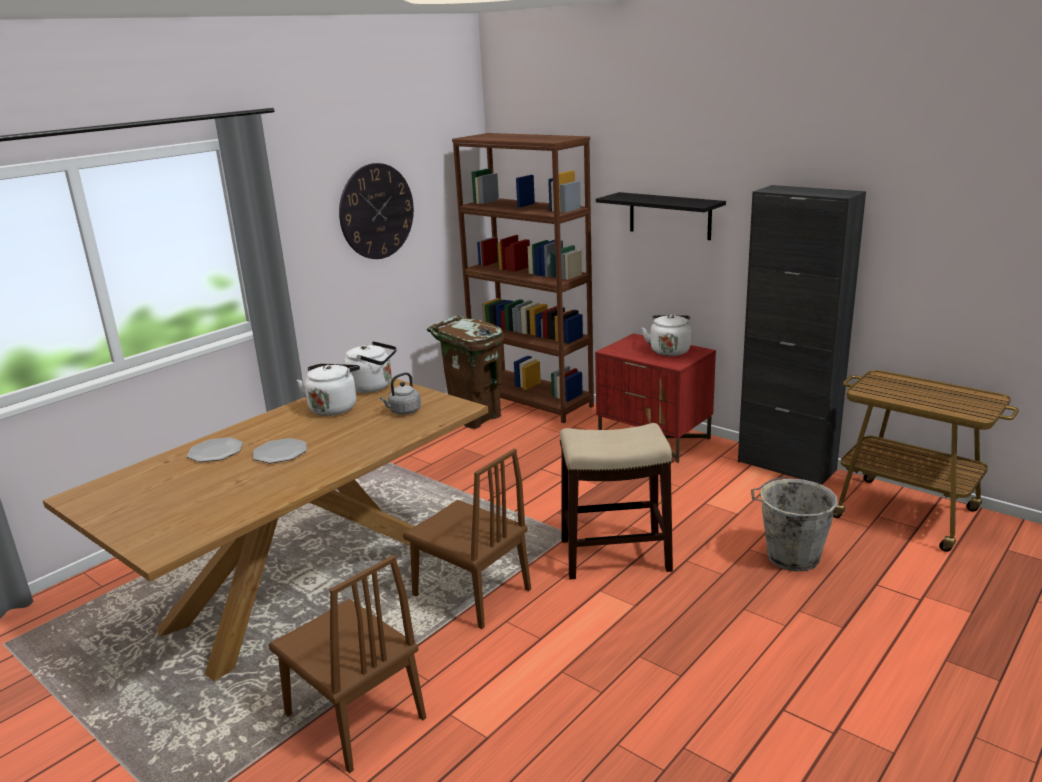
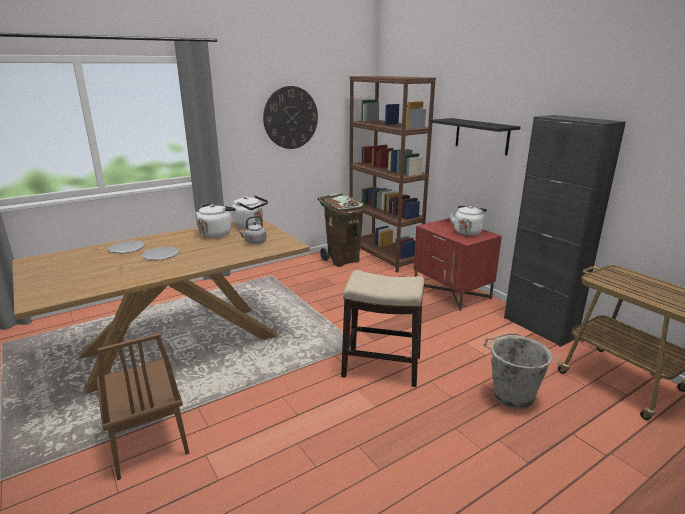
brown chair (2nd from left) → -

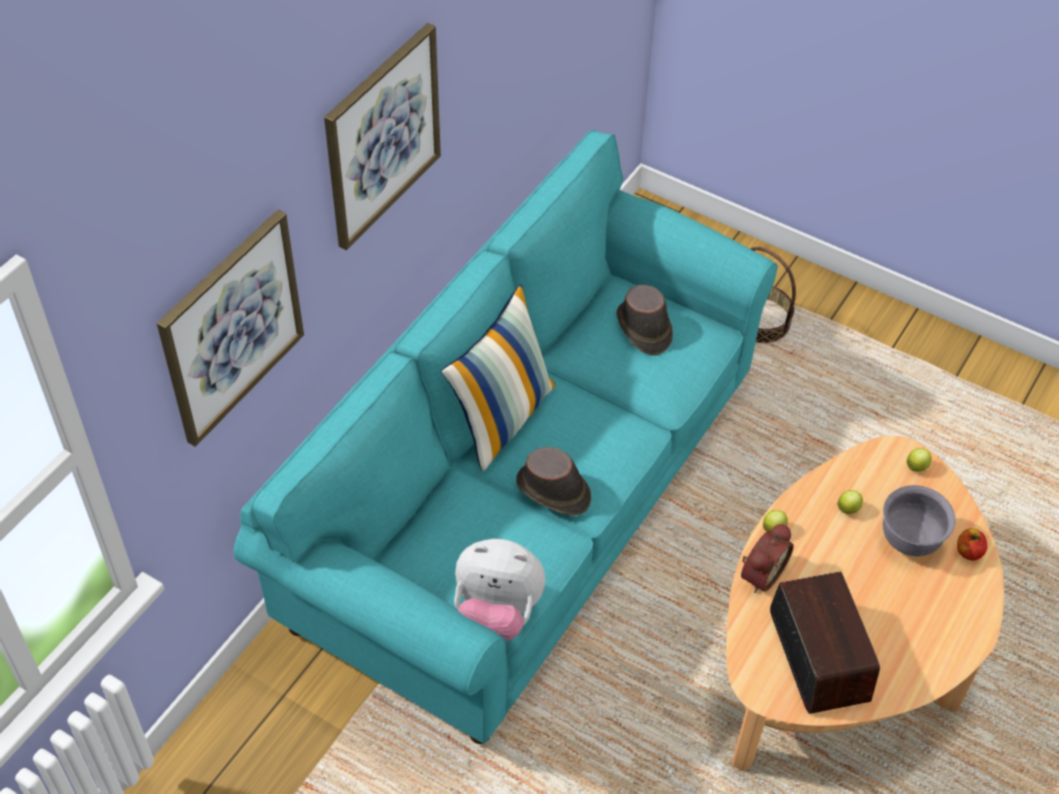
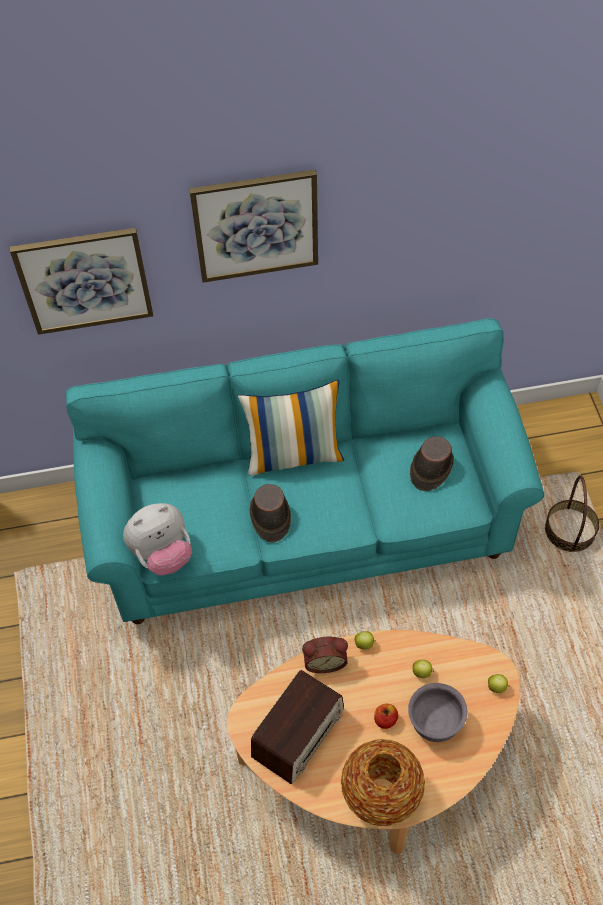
apple (4th from left in the first image) → apple (2nd from left), moved
plush toy, 90 degrees counterclockwise
- → vase

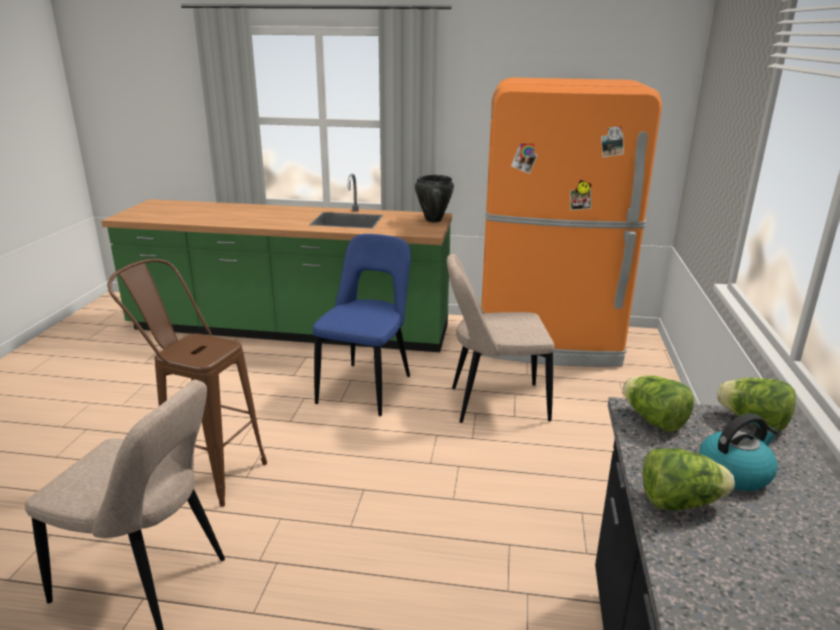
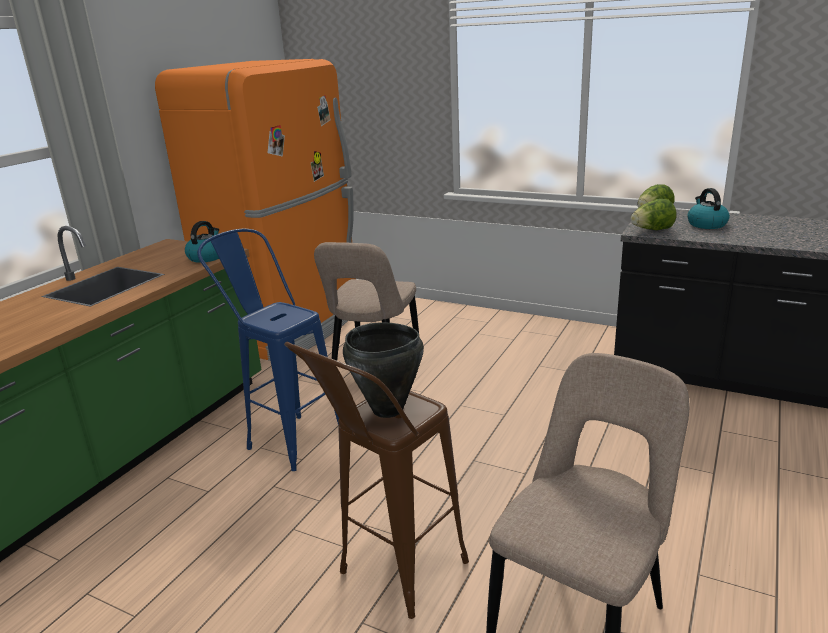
black cooking pot, moved
blue chair → blue stool
lettuce (2nd from left) → -
- → kettle (1st from left)

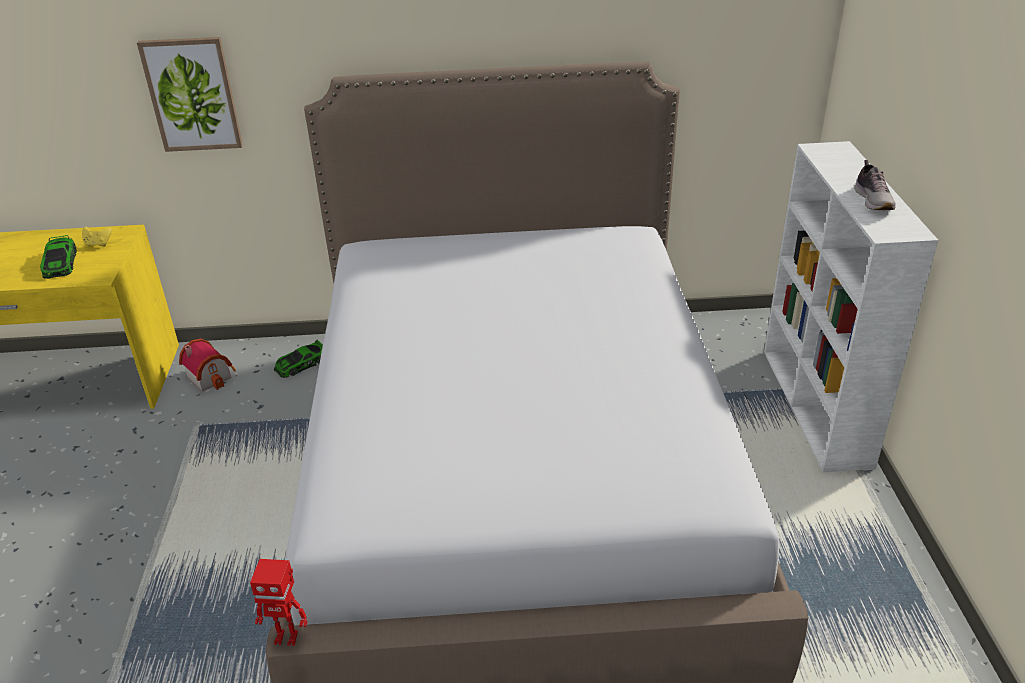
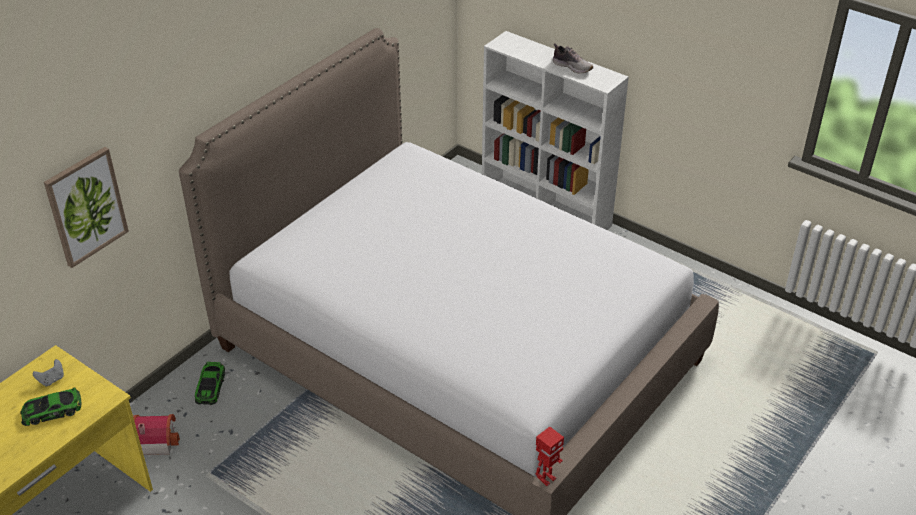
yellow game controller → grey game controller
toy car (1st from left), 135 degrees clockwise

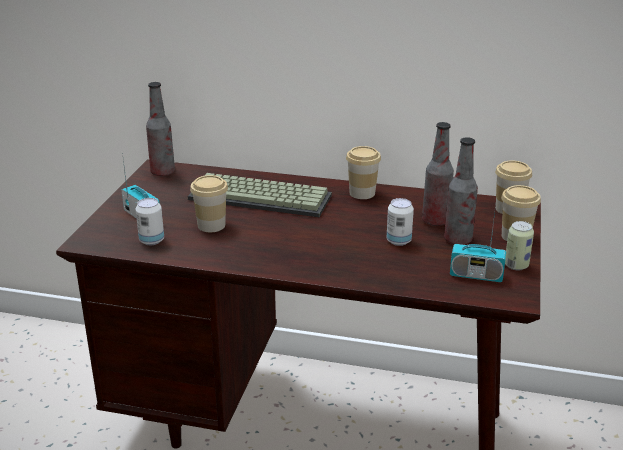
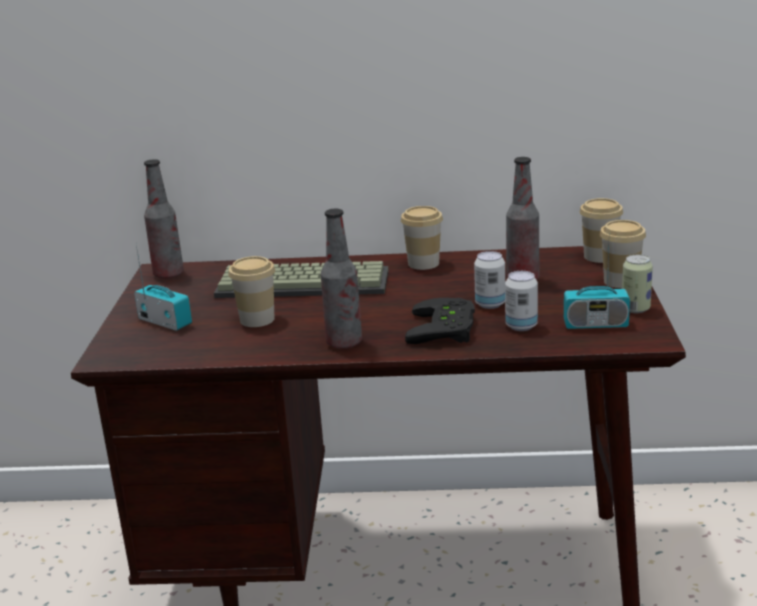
bottle (3rd from left in the first image) → bottle (2nd from left), moved
can (1st from left in the first image) → can (2nd from left), moved
- → black game controller

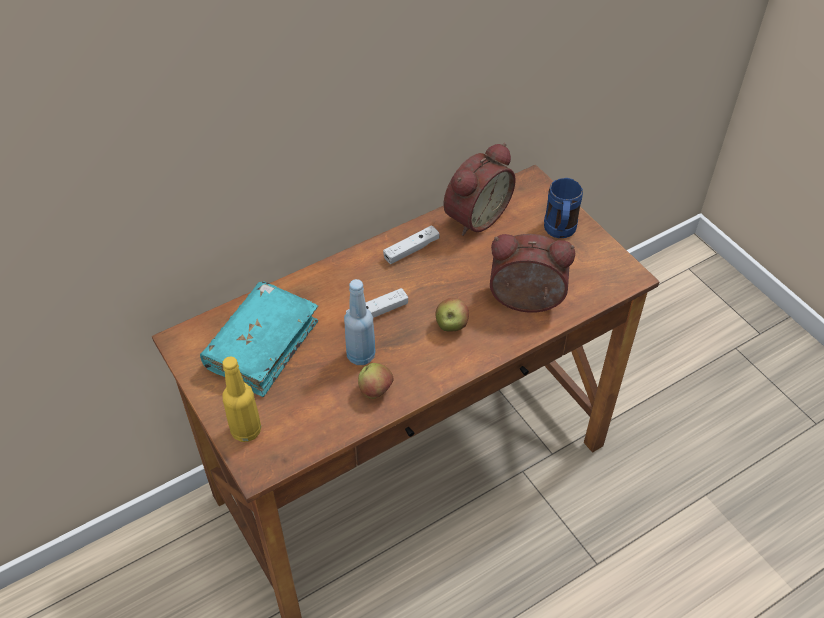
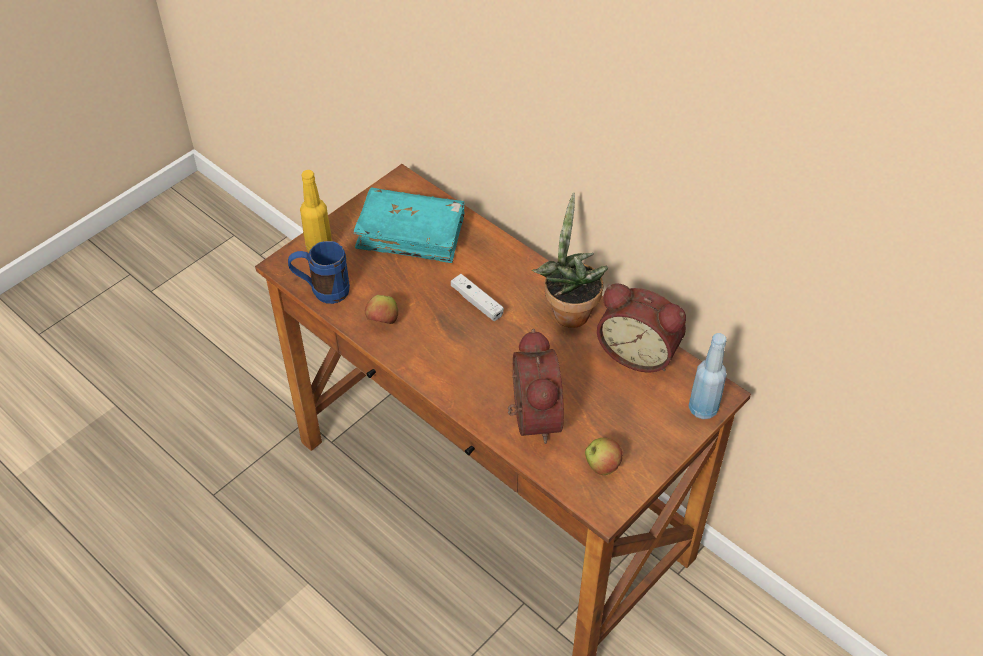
blue mug, moved
white game controller (2nd from left) → potted plant
blue bottle, moved
apple (2nd from left), moved

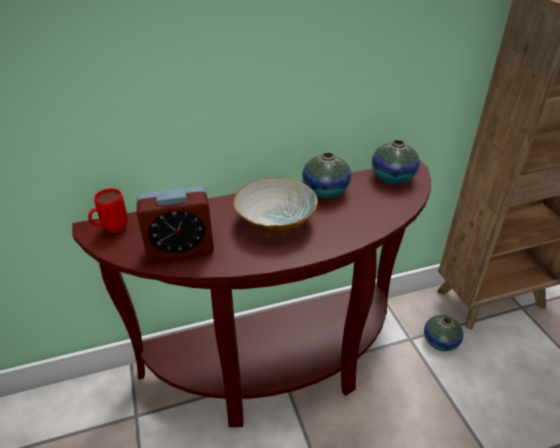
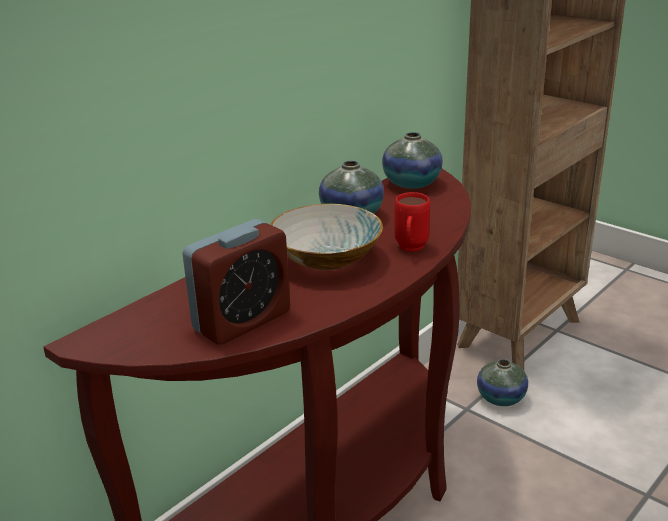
red mug, moved

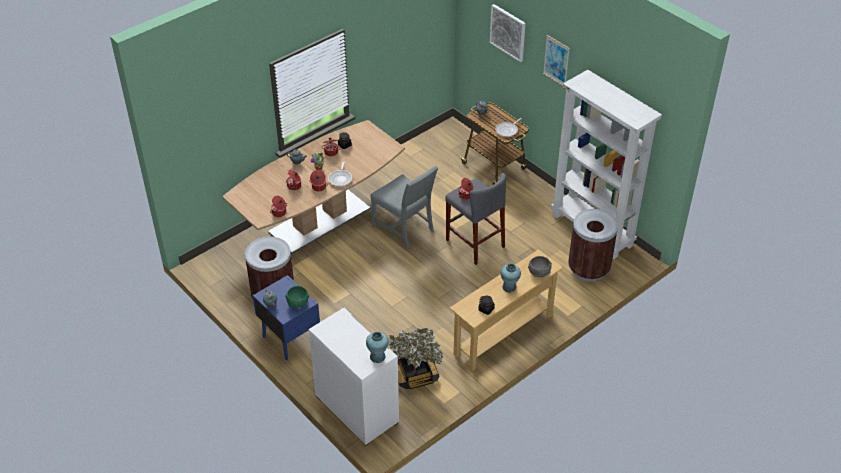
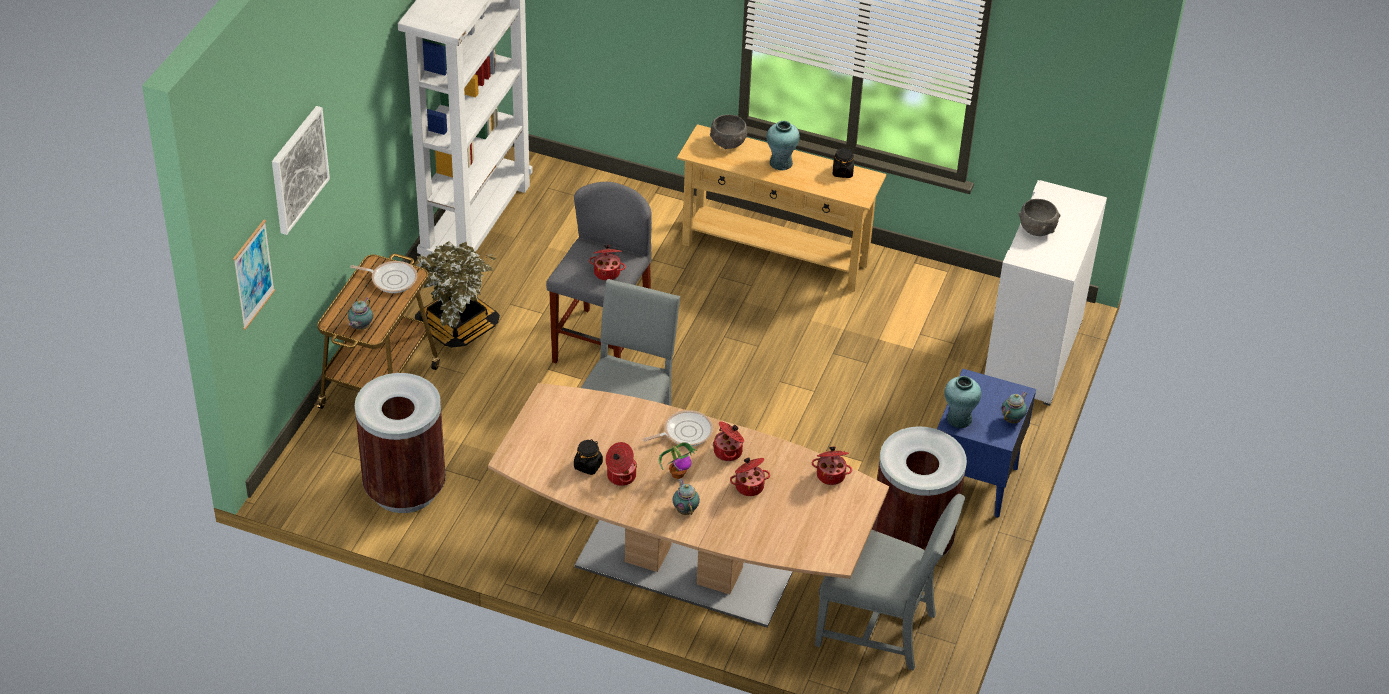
picture (2nd from left in the first image) → picture (1st from left), moved
brown trash can (2nd from left in the first image) → brown trash can (1st from left), moved
green bowl → -
potted plant (2nd from left in the first image) → potted plant (1st from left), moved
turquoise vase (1st from left in the first image) → turquoise vase (2nd from left), moved
- → grey bowl (2nd from left)
- → grey chair (2nd from left)

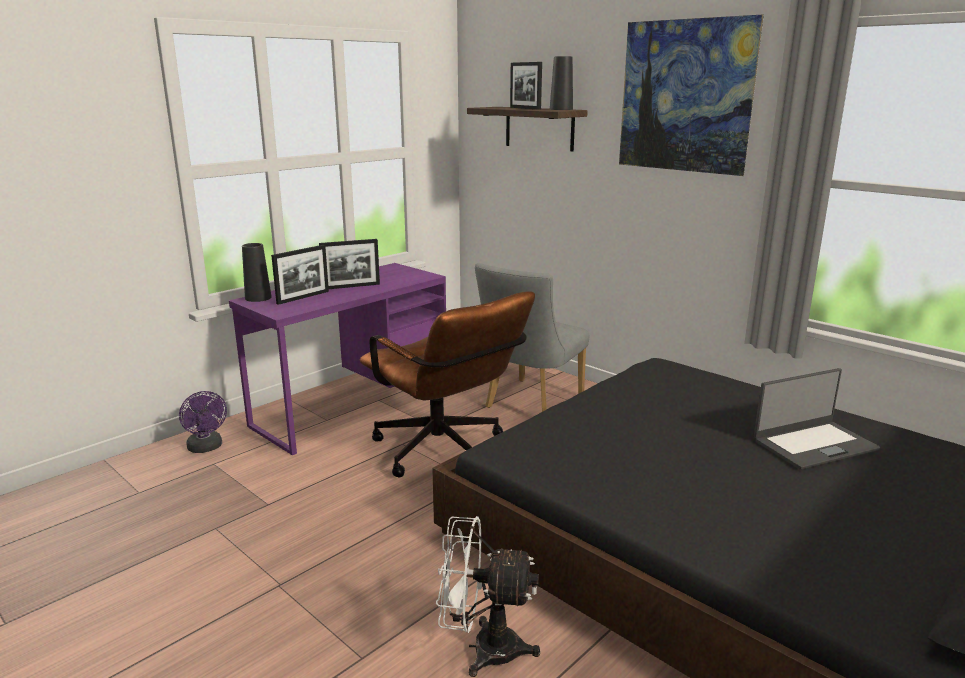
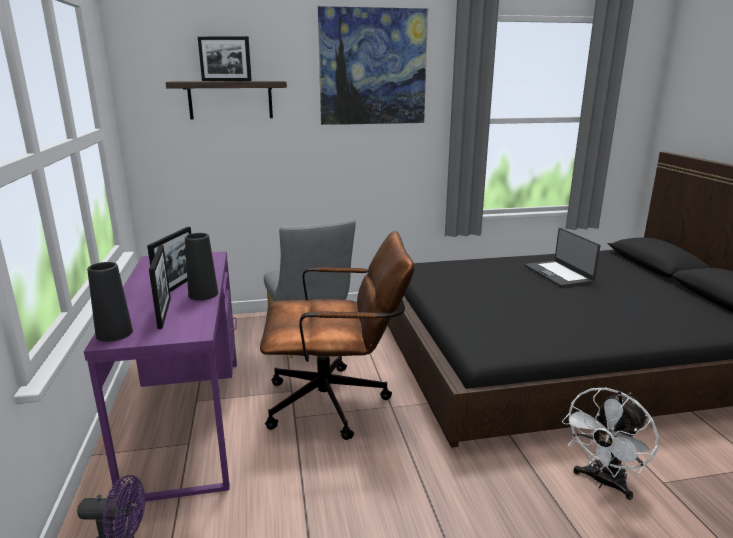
black vase (2nd from left), moved
laptop, 150 degrees clockwise

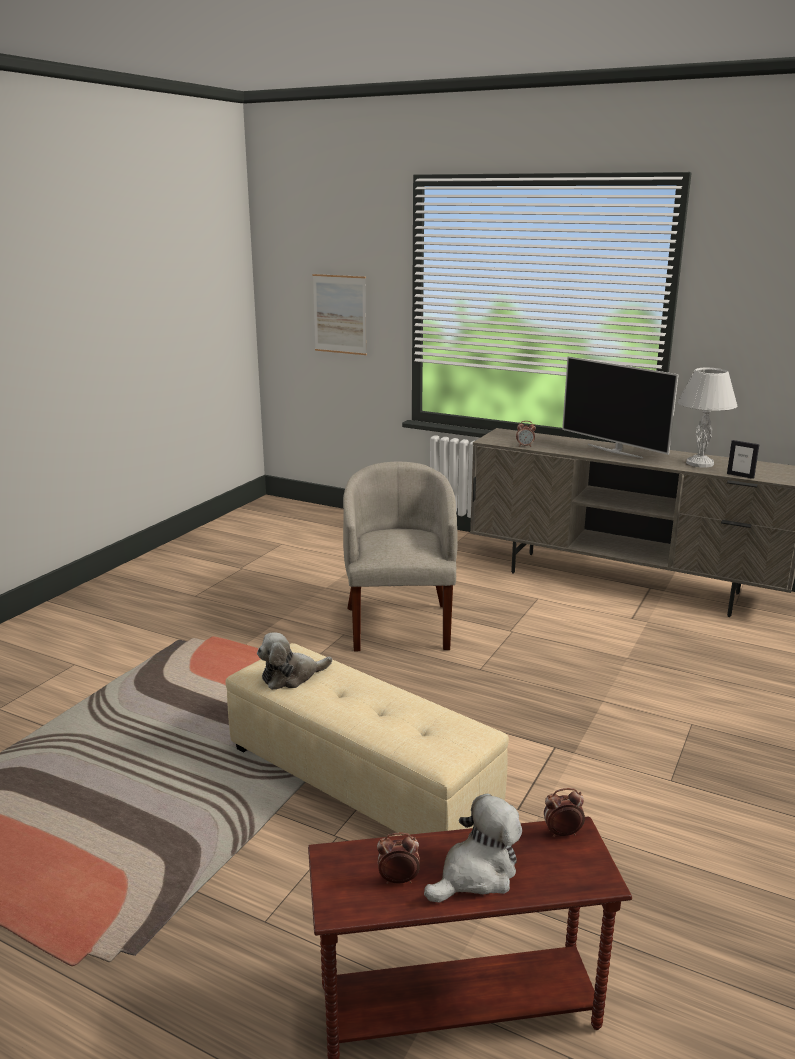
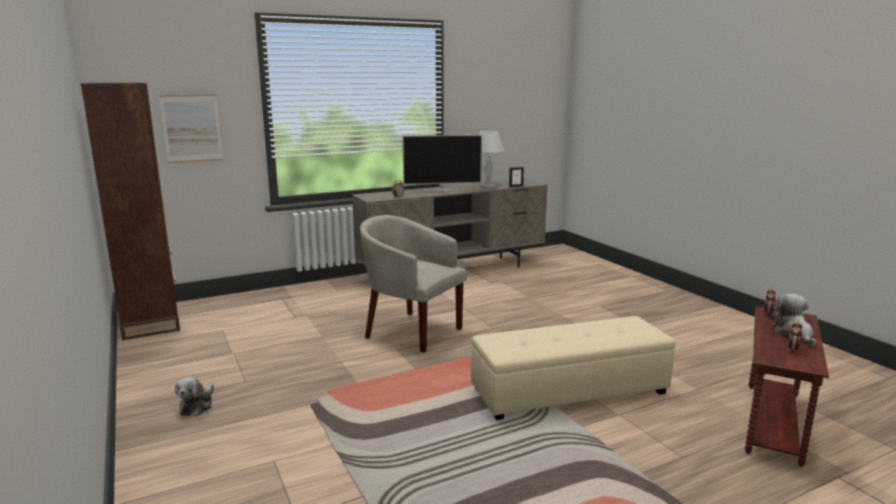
plush toy (1st from left), moved
- → brown bookcase

